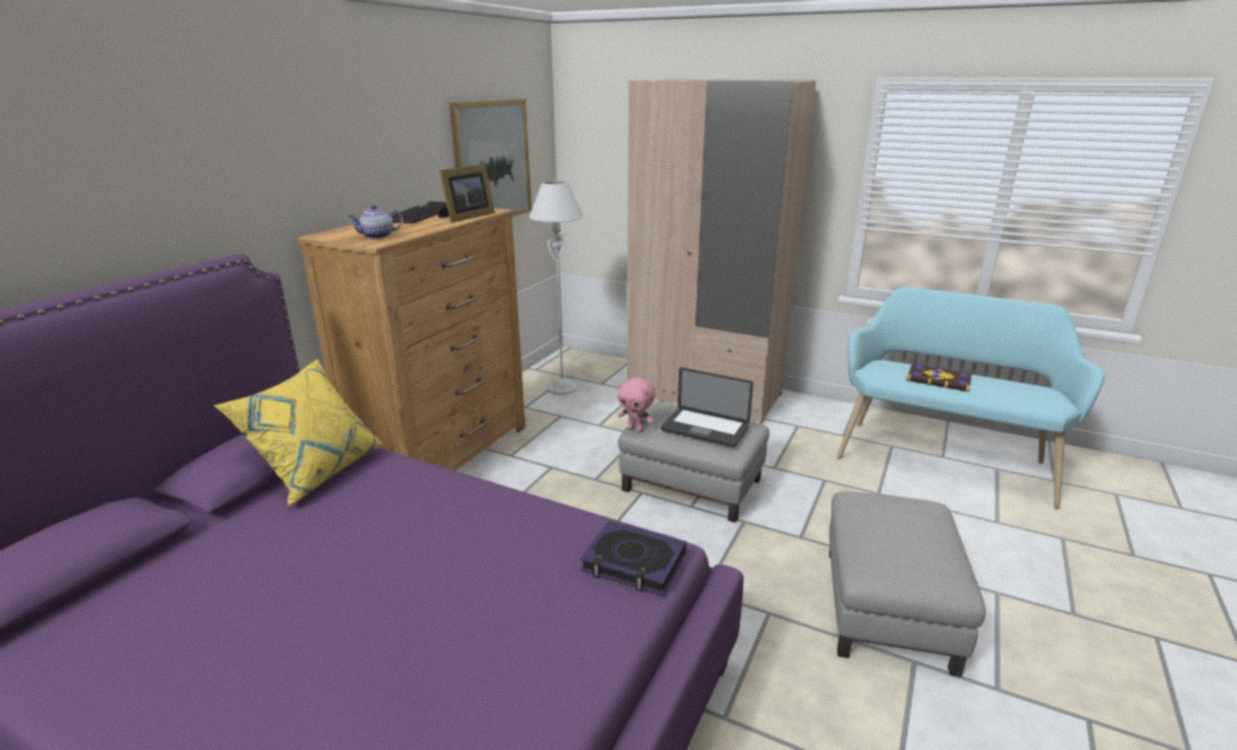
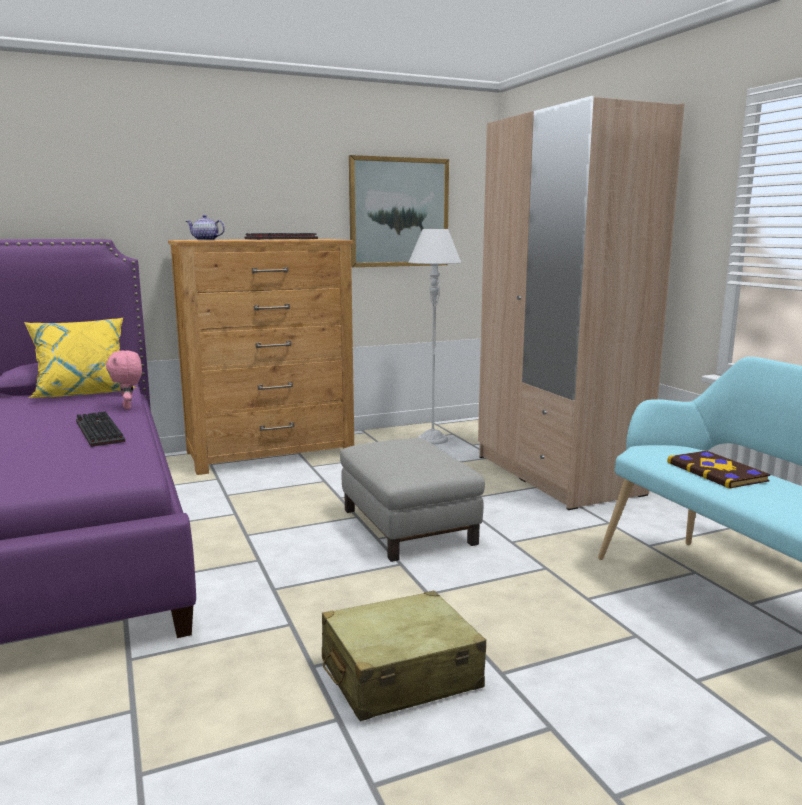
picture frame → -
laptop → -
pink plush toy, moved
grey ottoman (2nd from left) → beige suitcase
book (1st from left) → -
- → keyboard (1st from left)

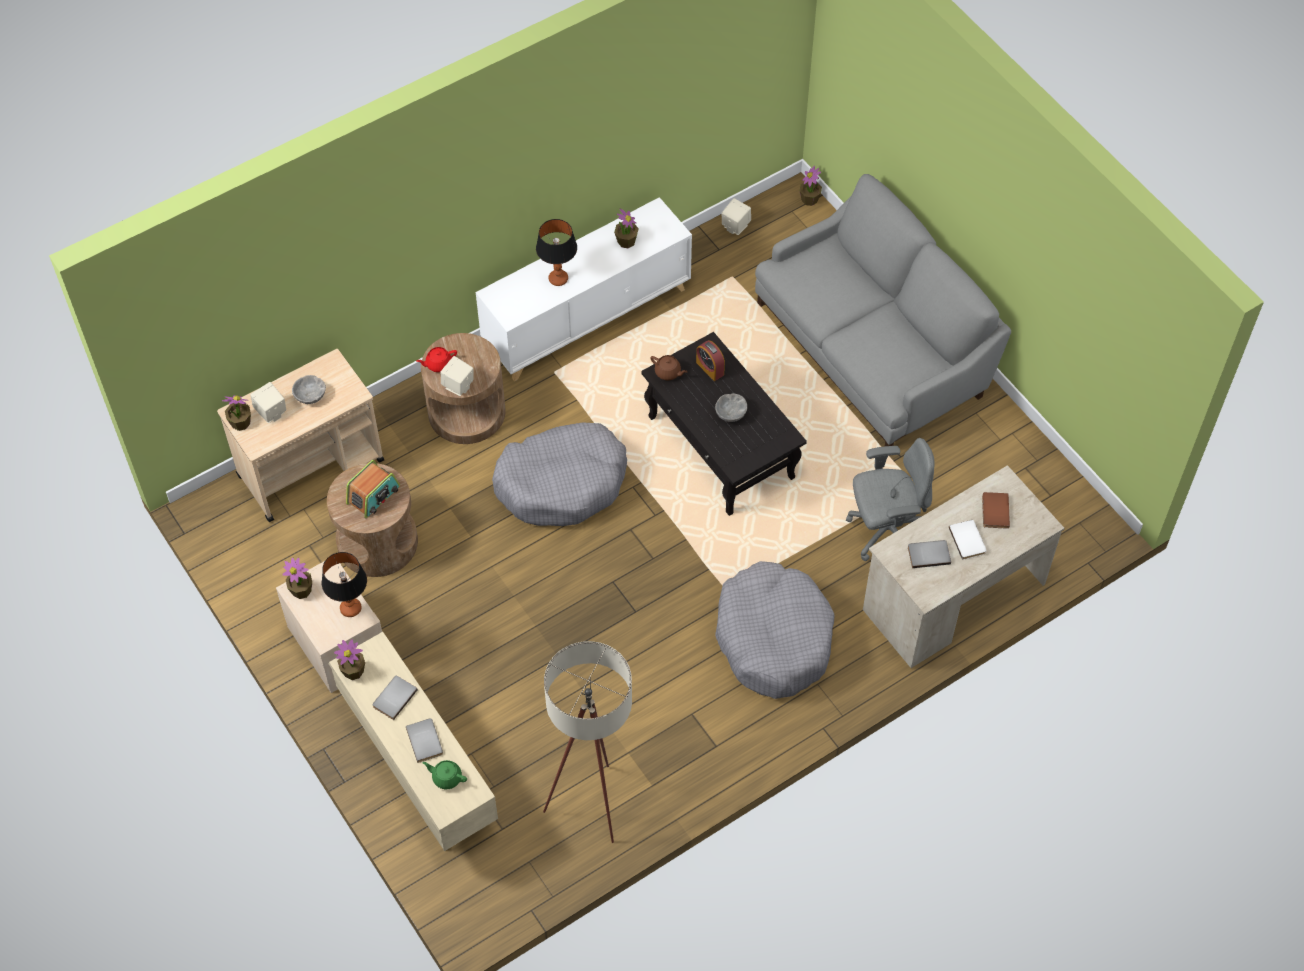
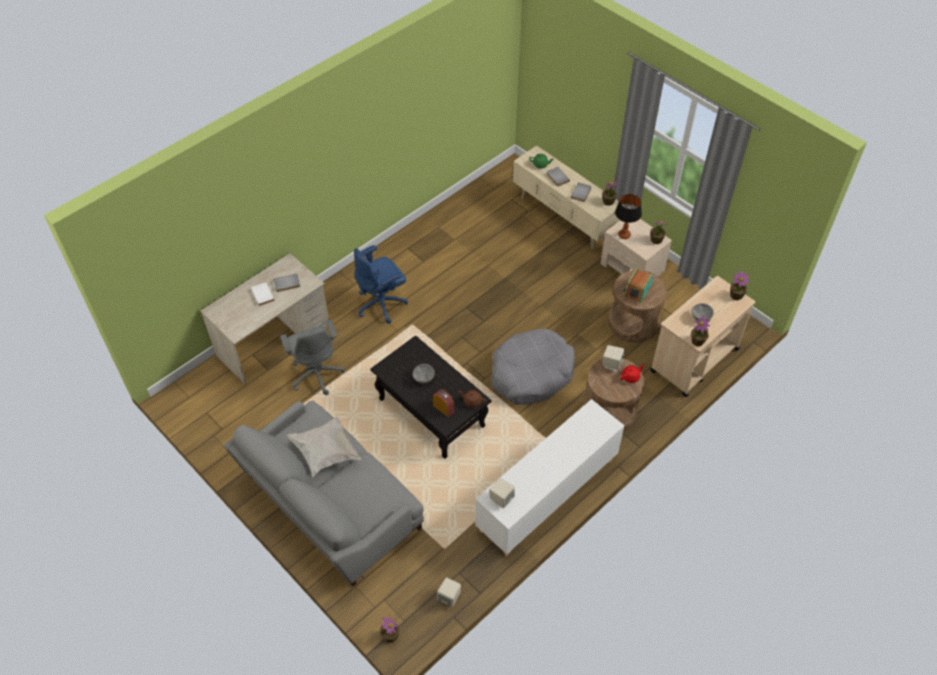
potted plant (4th from left), moved
table lamp (2nd from left) → -
beige speaker (1st from left in the first image) → beige speaker (2nd from left), moved
grey office chair, 90 degrees counterclockwise
brown book → -
grey dog bed (2nd from left) → blue office chair
beige floor lamp → -
- → white pillow

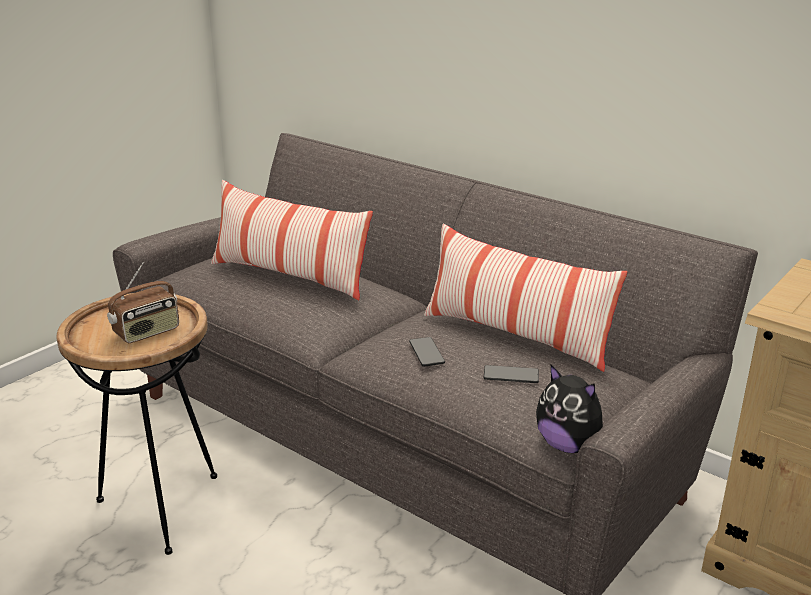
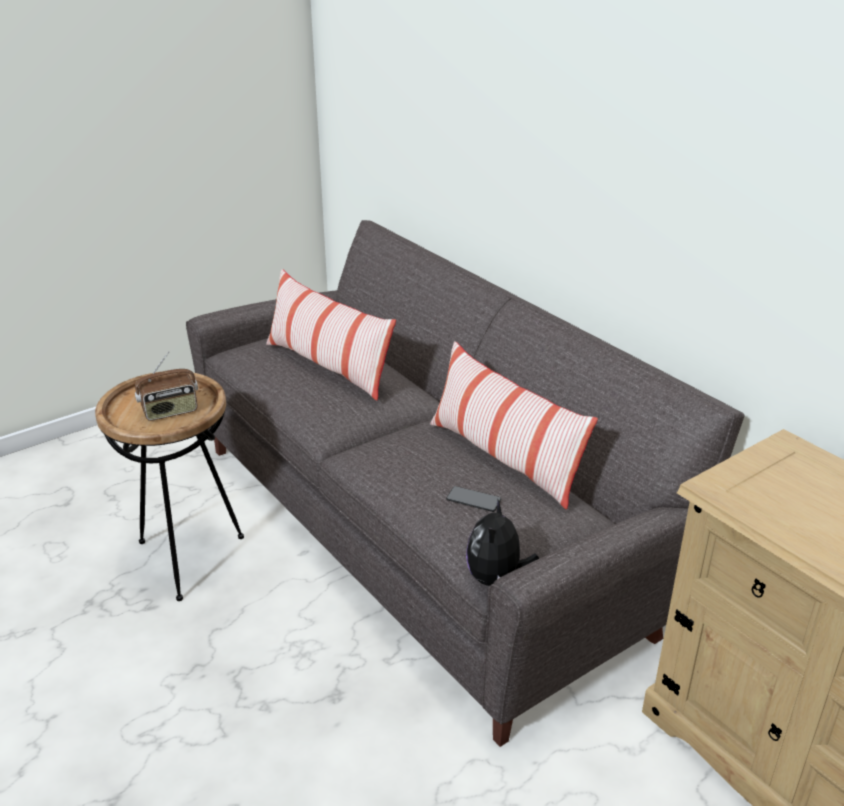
phone (1st from left) → -
plush toy, 45 degrees clockwise

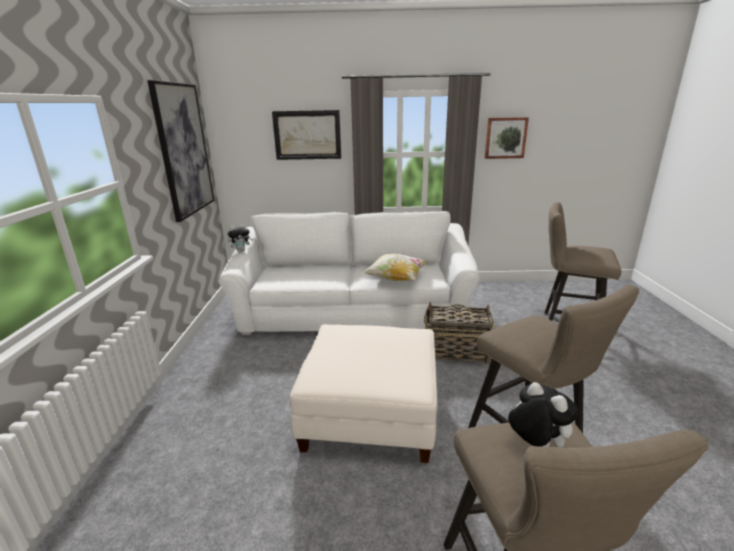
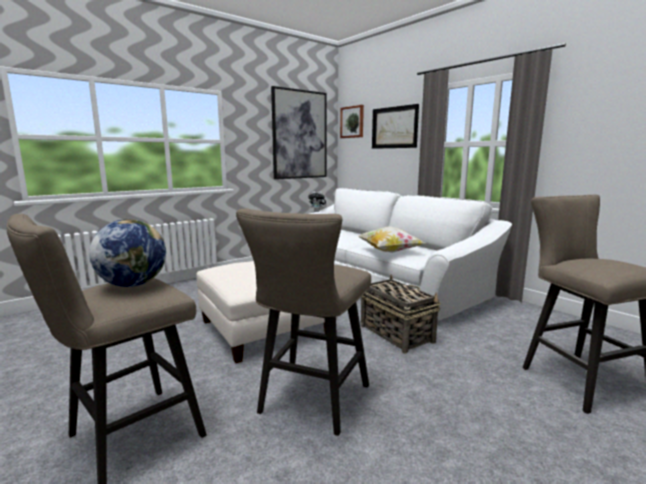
picture (3rd from left in the first image) → picture (2nd from left), moved
plush toy (2nd from left) → globe

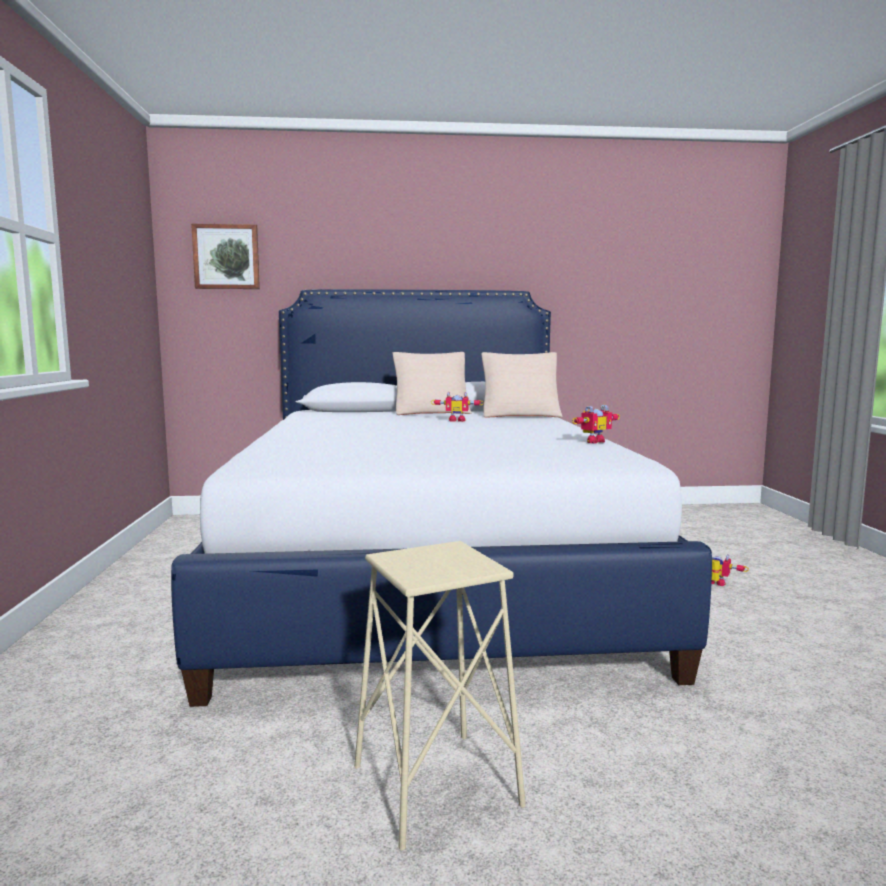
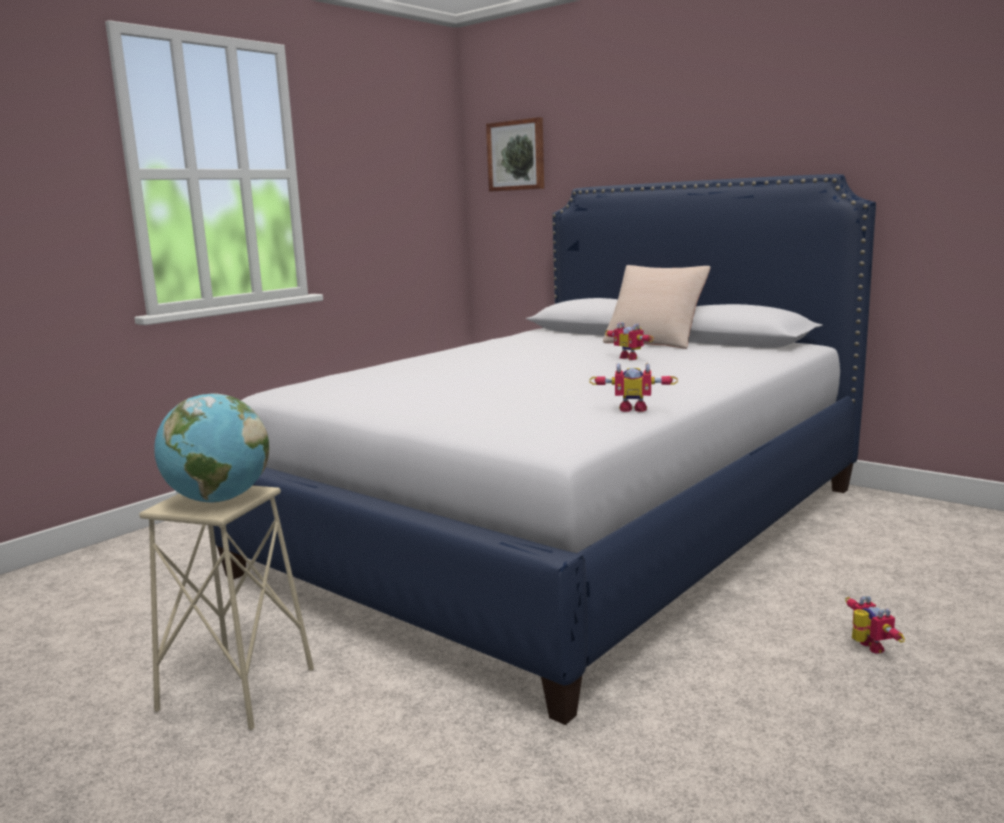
beige pillow (2nd from left) → -
- → globe

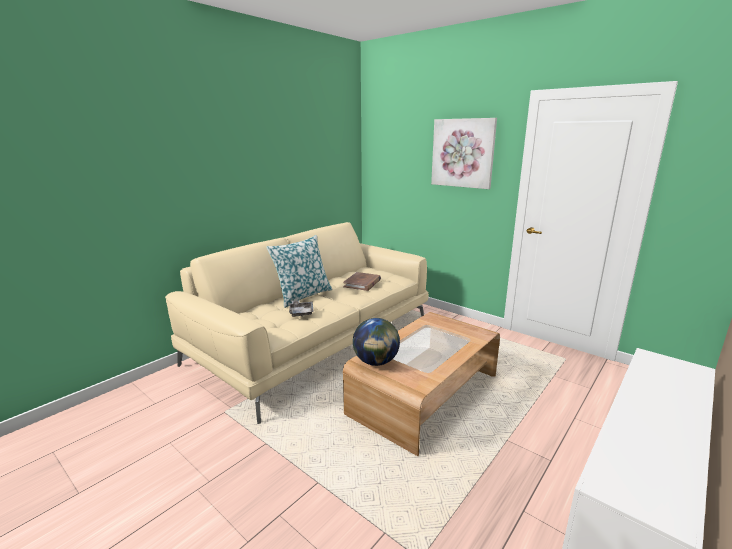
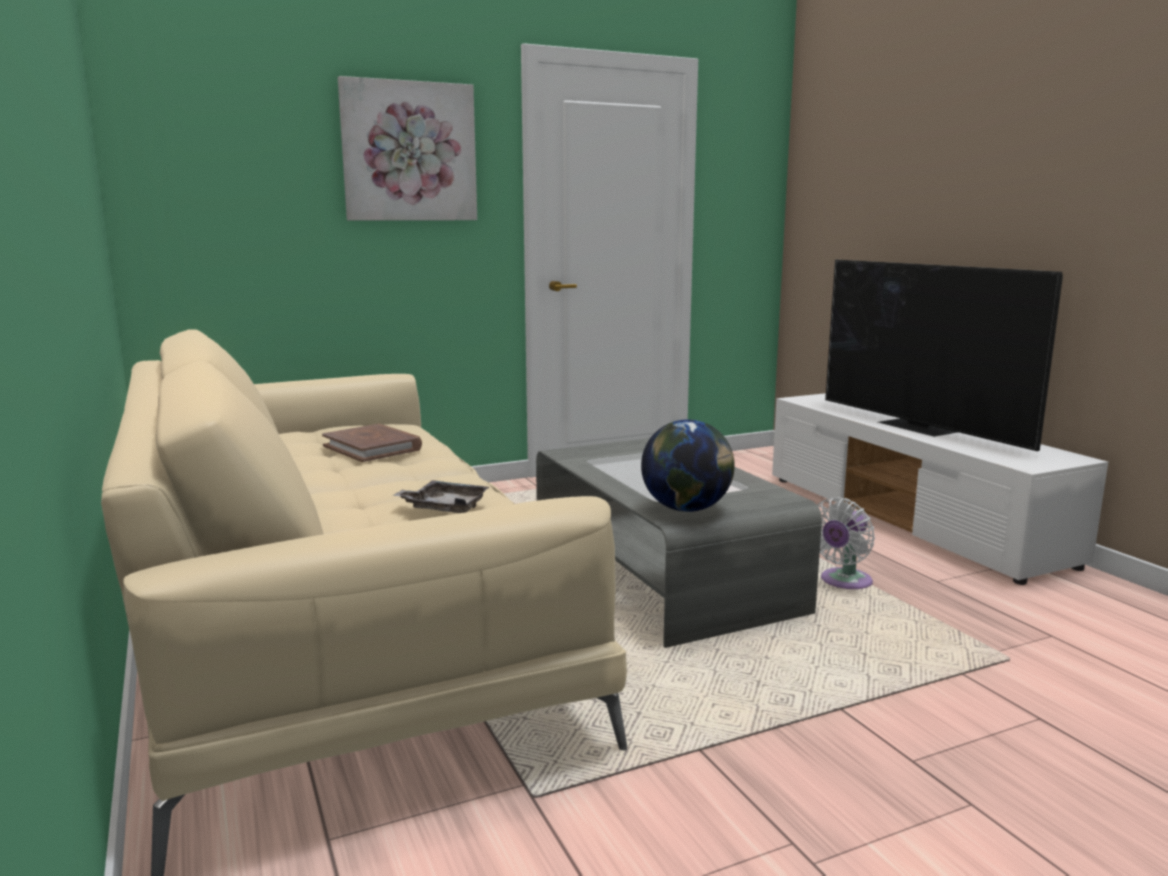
pillow → -
brown coffee table → grey coffee table
- → television
- → white fan

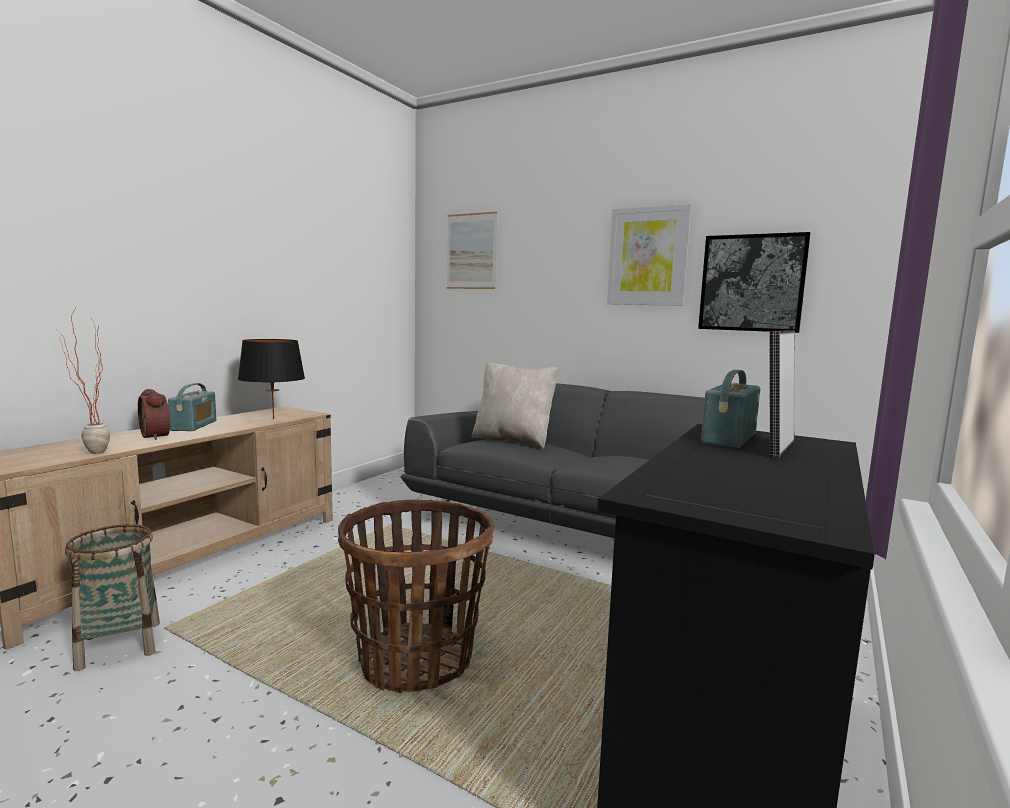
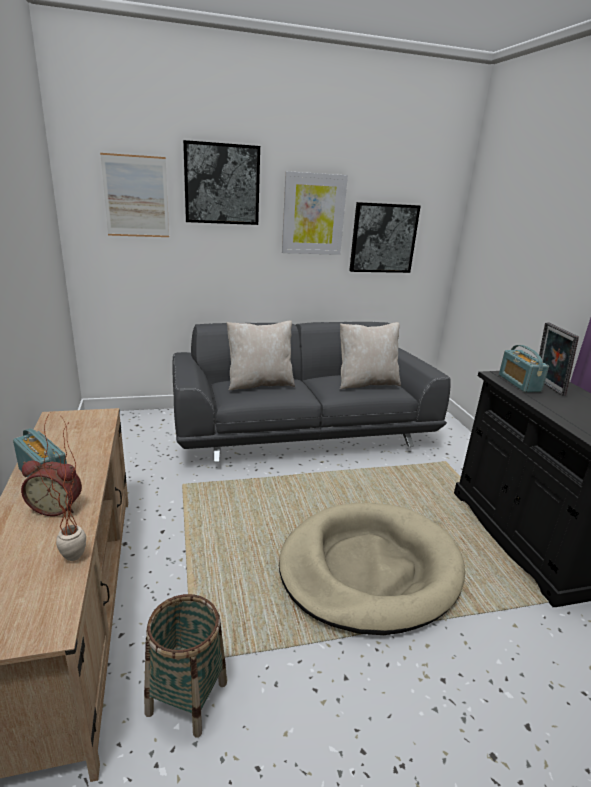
black table lamp → -
basket (2nd from left) → beige dog bed
- → picture (2nd from left)
- → beige pillow (2nd from left)

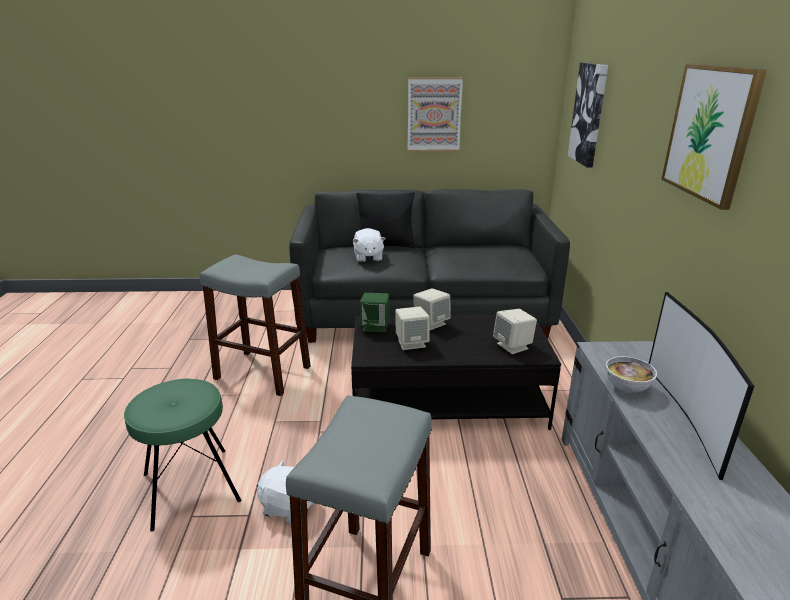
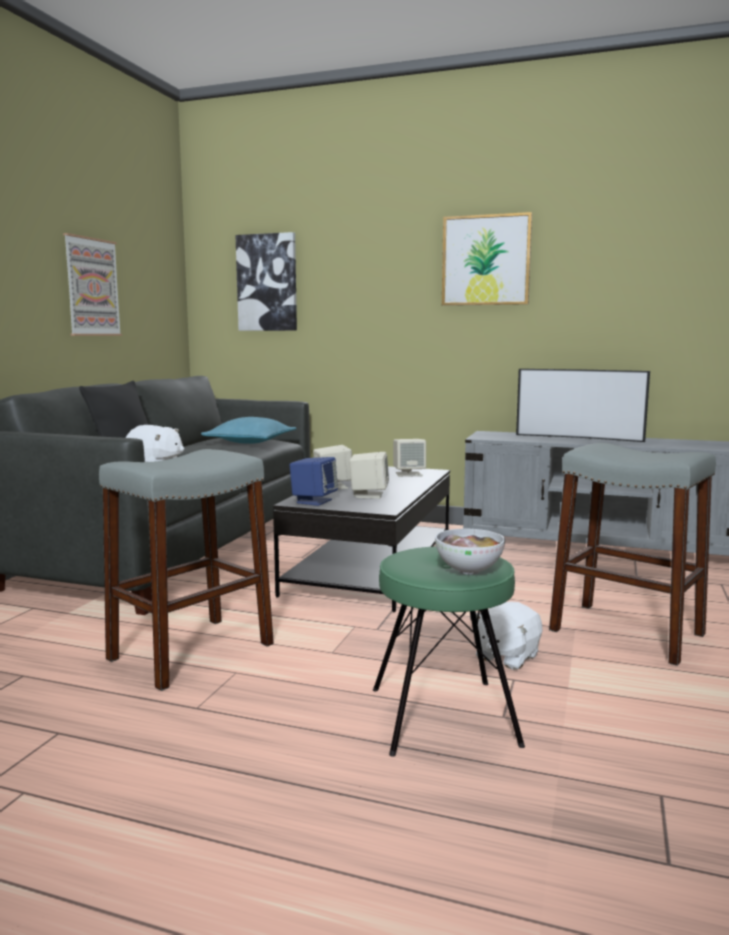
green speaker → blue speaker
bowl, moved
- → turquoise pillow

